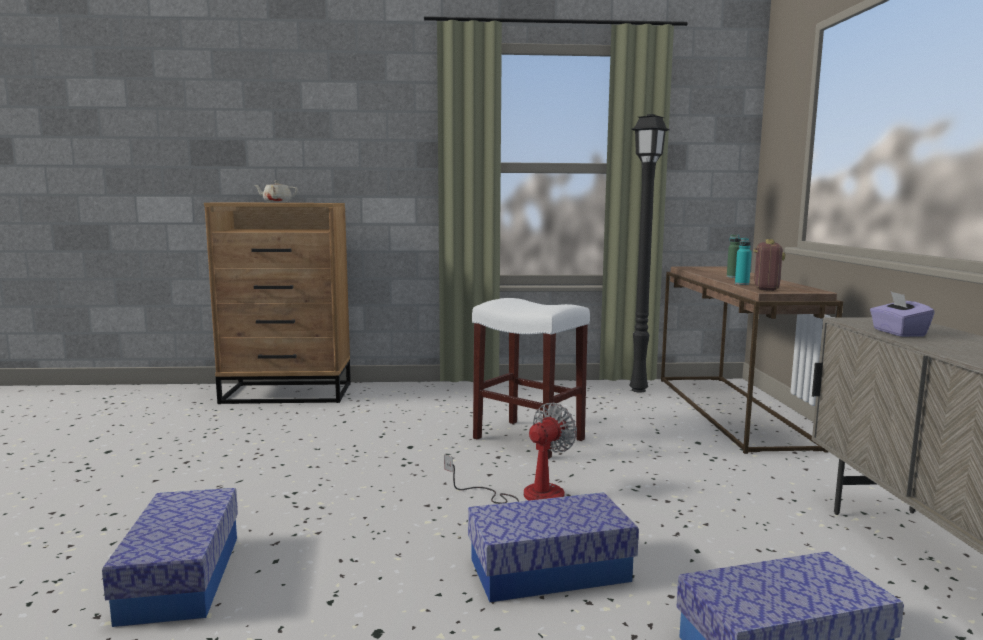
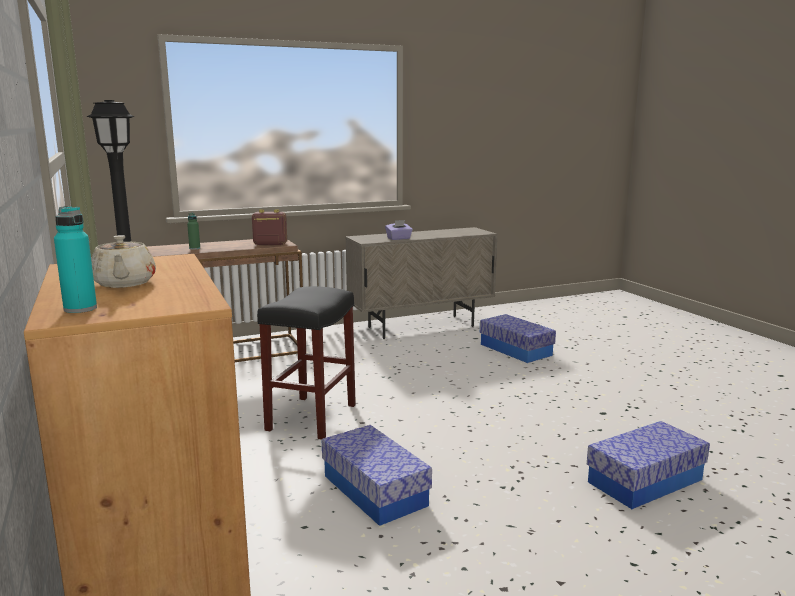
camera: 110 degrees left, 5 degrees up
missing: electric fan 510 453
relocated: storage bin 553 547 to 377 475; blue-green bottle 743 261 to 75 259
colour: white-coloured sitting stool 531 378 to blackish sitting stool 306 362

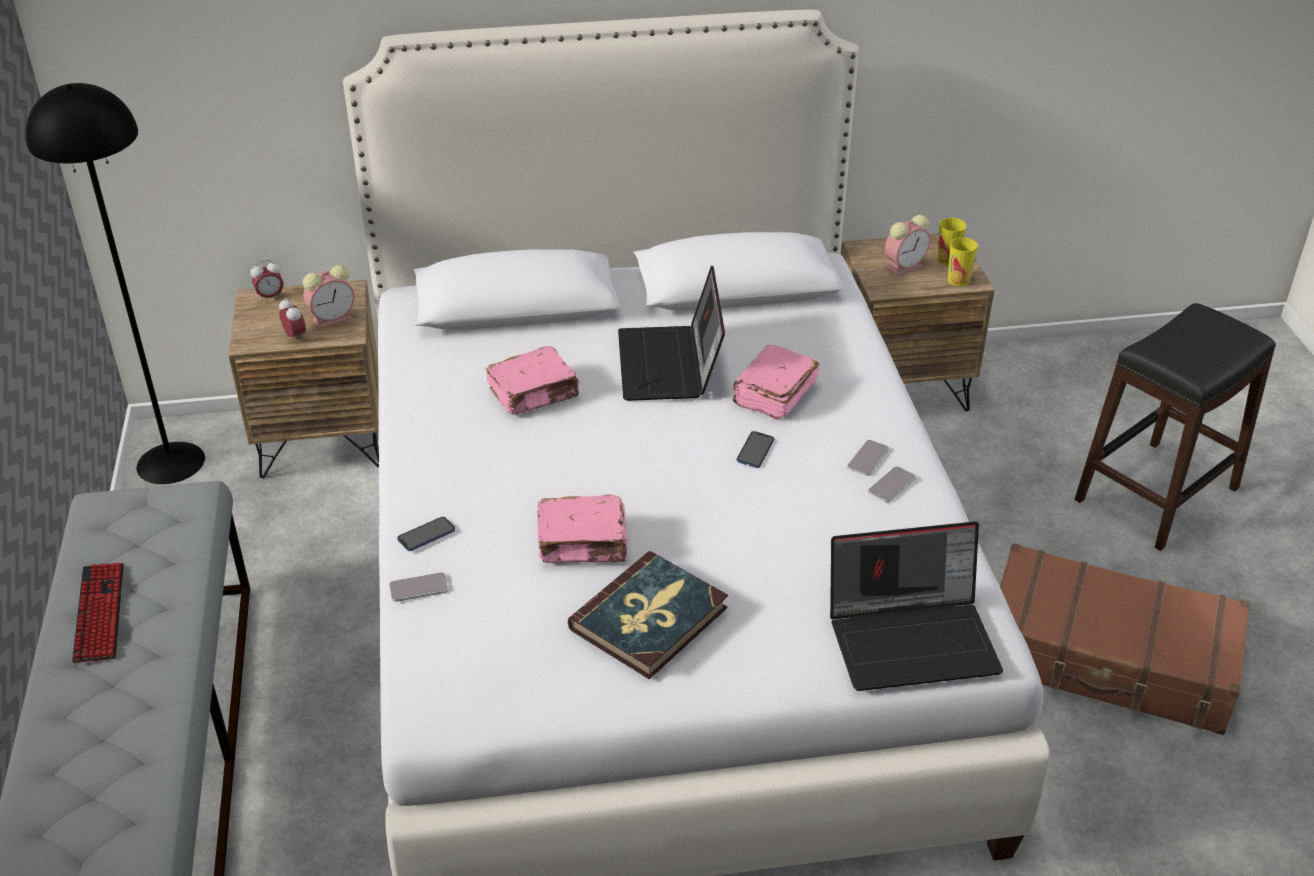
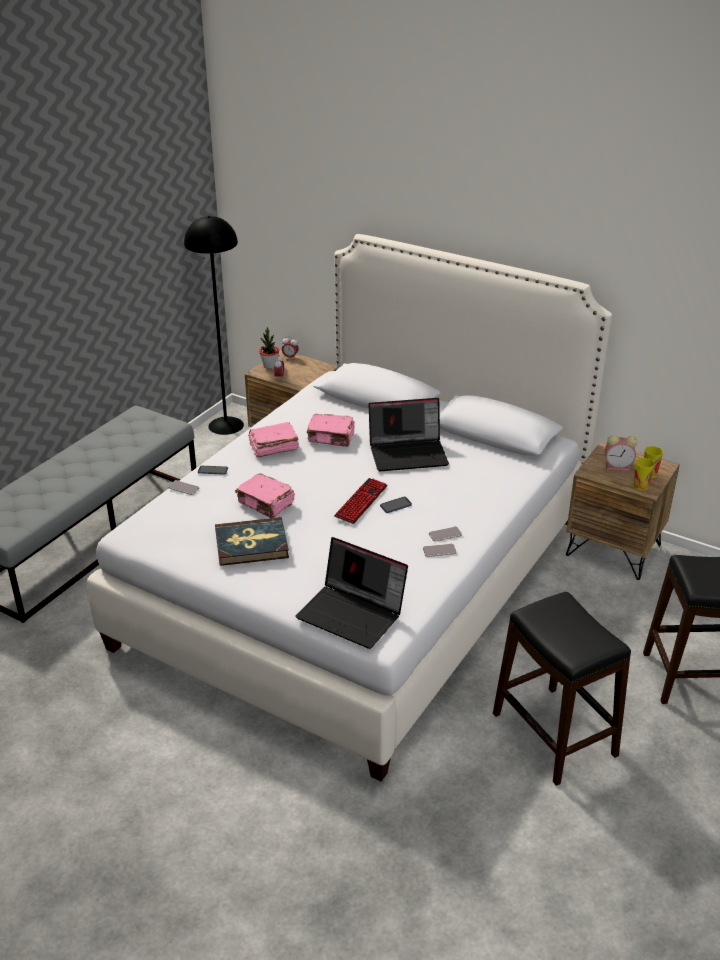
camera: 40 degrees right, 5 degrees down
missing: bedside clock 329 297
appeared: potted plant 269 348
relocated: PC keyboard 98 612 to 361 501; pinkish book 775 382 to 273 440
exchanged: brown travel case 1125 639 to blackish sitting stool 562 689
spun: portable computer 671 333 = 408 434 135 degrees counterclockwise

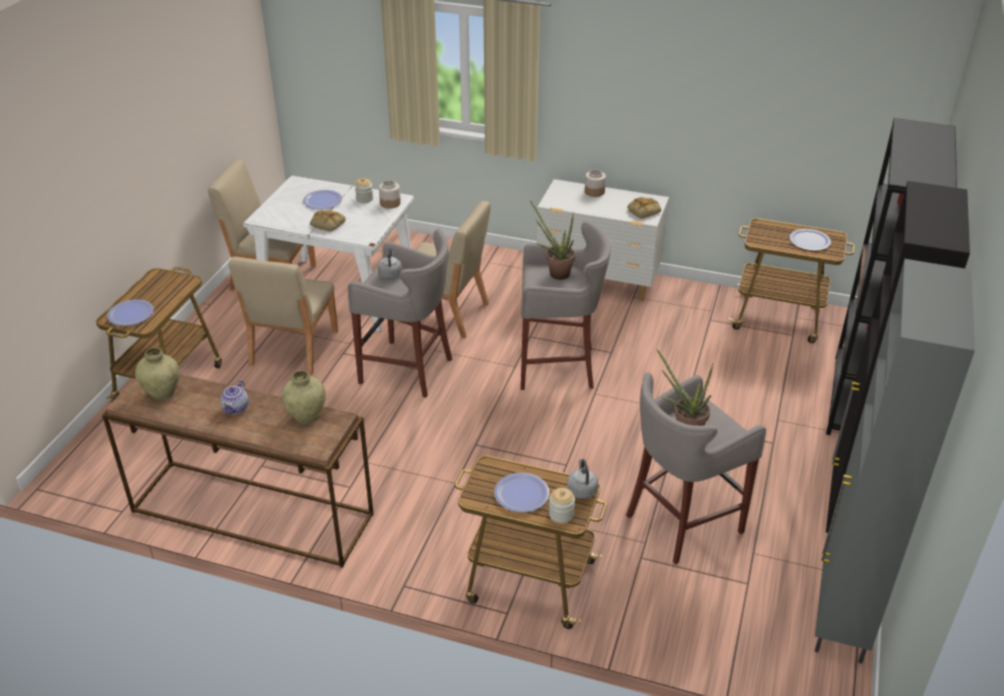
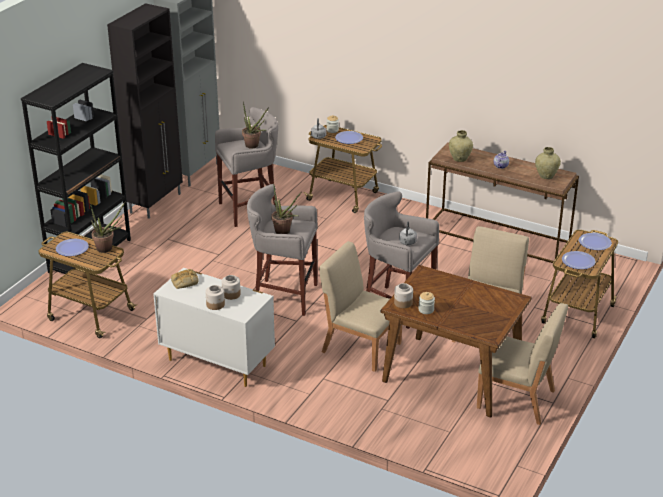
camera: 170 degrees left, 5 degrees down
missing: bread 328 221
appeared: potted plant 108 227; jar 231 287
relocated: dinner plate 322 200 to 579 260
colour: white-coloured dining table 329 253 to brown dining table 456 341

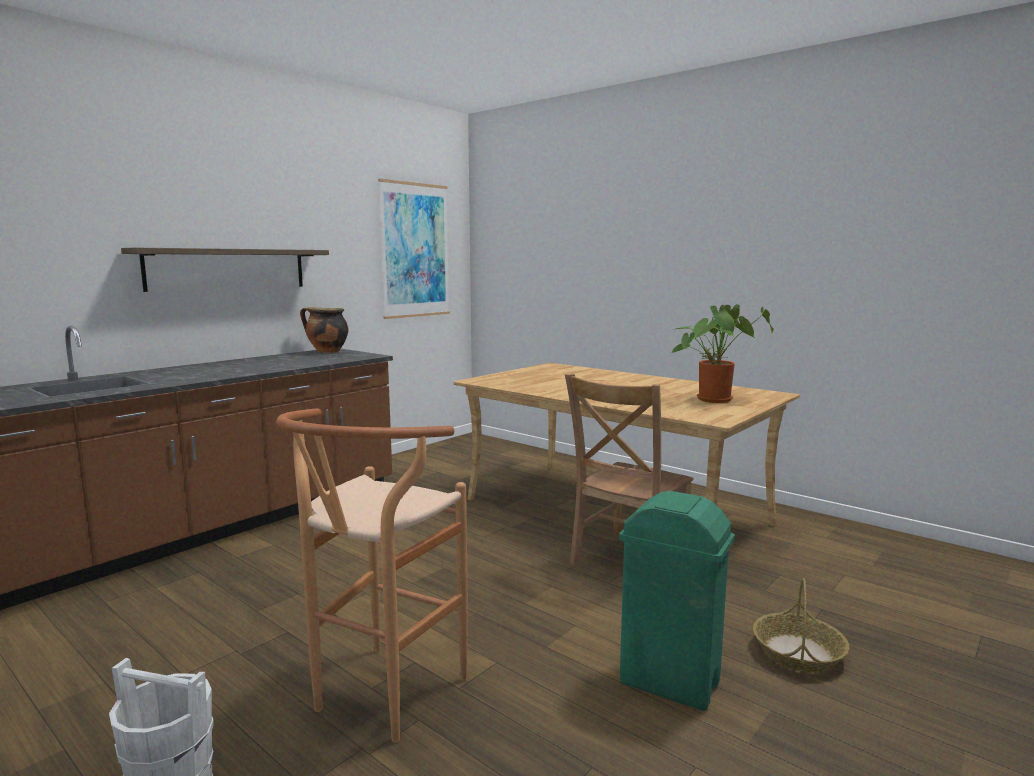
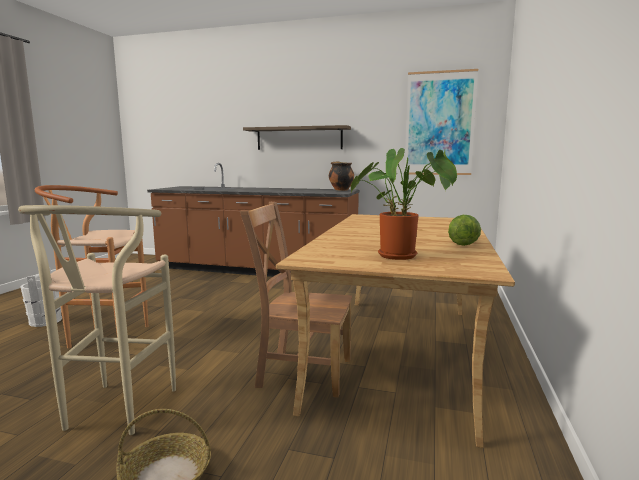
camera: 65 degrees right, 0 degrees up
appeared: lettuce 464 230
exchanged: green-coloured rubbish bin 677 601 to sand-coloured sitting stool 97 320

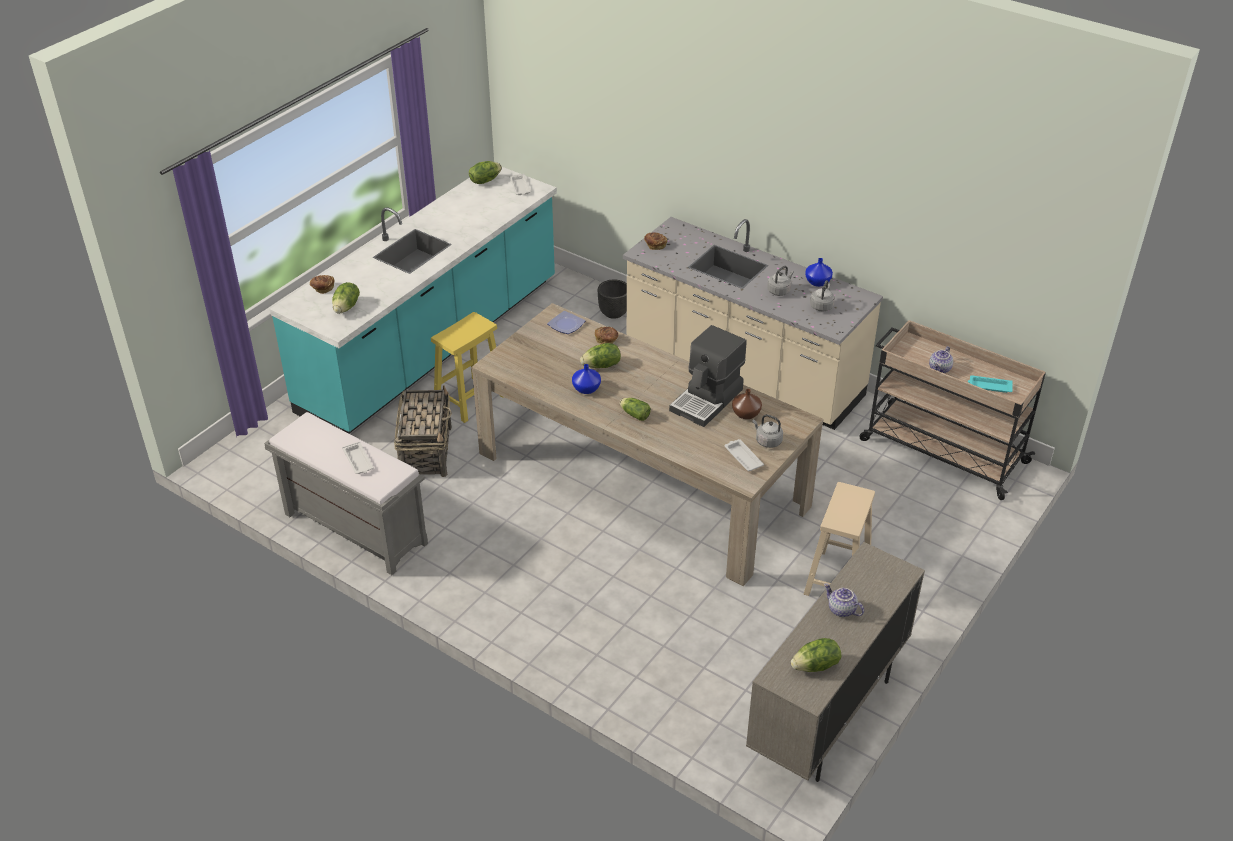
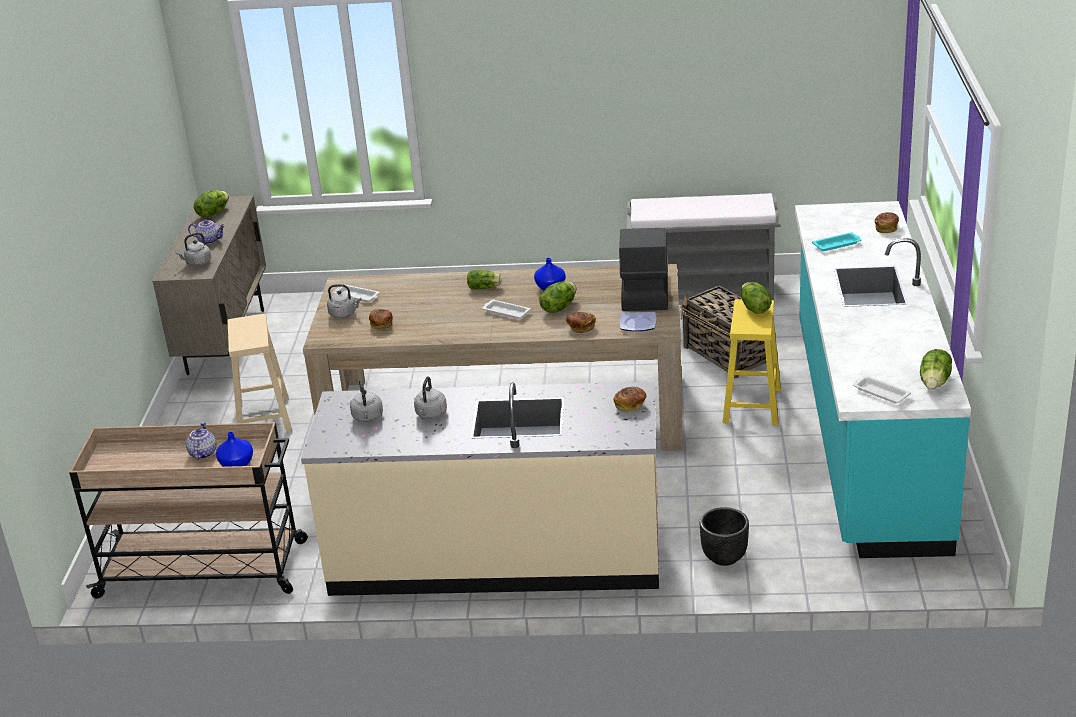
camera: 150 degrees right, 10 degrees down
appeared: greyish water kettle 193 249
relocated: lettuce 346 298 to 756 298; white-coloured serving tray 358 458 to 506 309; coffee machine 708 376 to 643 269; blue-coloured decorative vase 819 272 to 234 449; blue-green serving tray 990 384 to 836 241
exchanged: brown decorative vase 747 404 to bread 381 319

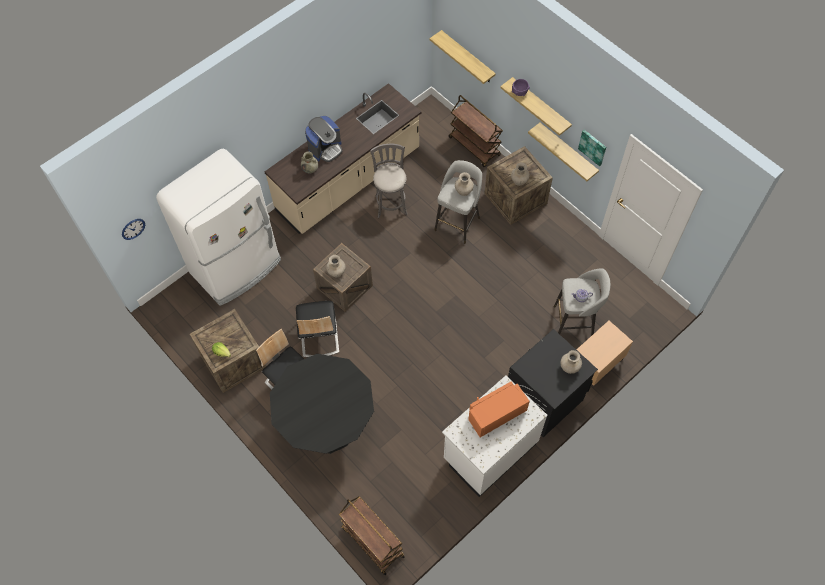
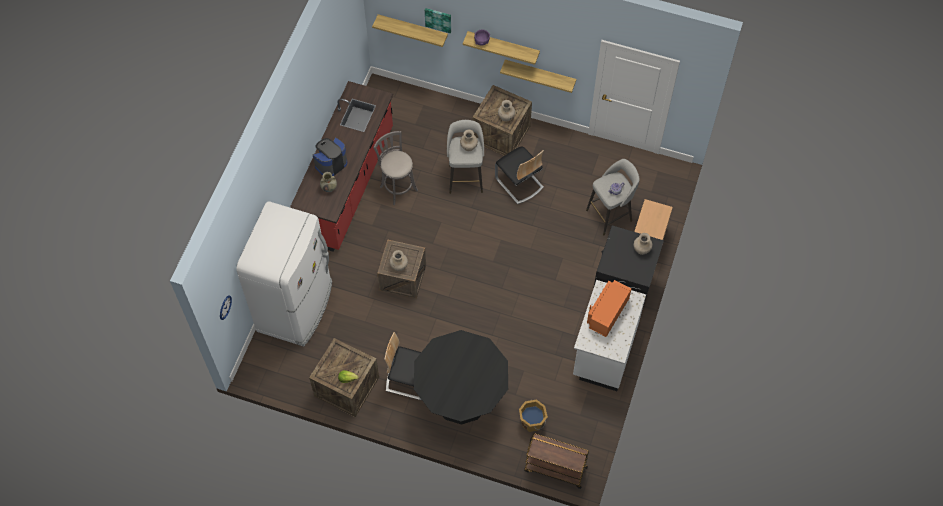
camera: 30 degrees left, 0 degrees up
missing: brown cart 476 131
appeared: orange pail 533 416
relocated: upright chair 317 329 to 519 175; wall art 592 148 to 438 20
colour: sand-coloured kitchen counter 343 158 to red kitchen counter 341 166
spun: coffee machine 323 139 = 330 156 150 degrees counterclockwise

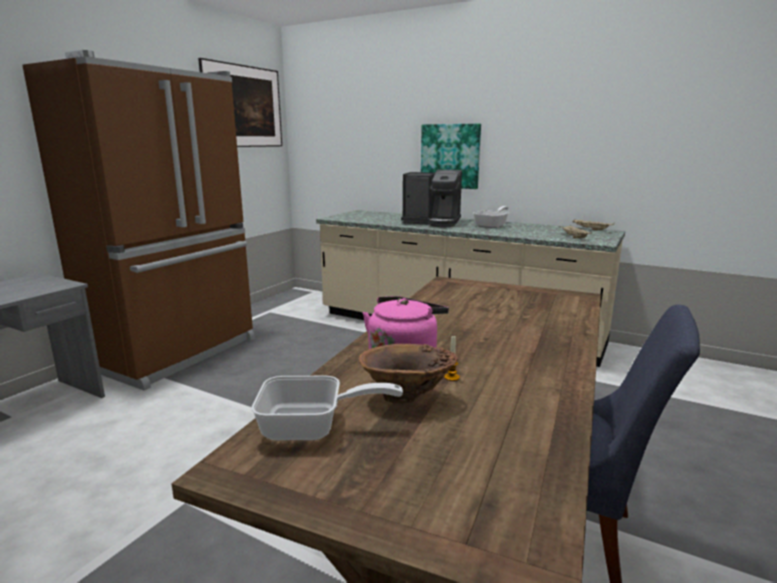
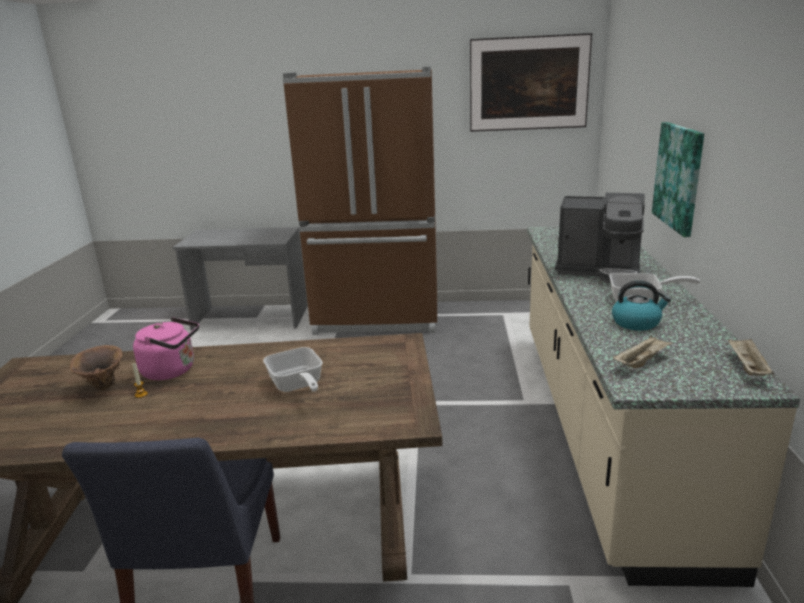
camera: 65 degrees right, 5 degrees up
appeared: water kettle 641 305
relocated: skillet 327 408 to 293 369
spun: coffee machine 431 198 = 600 238 60 degrees counterclockwise

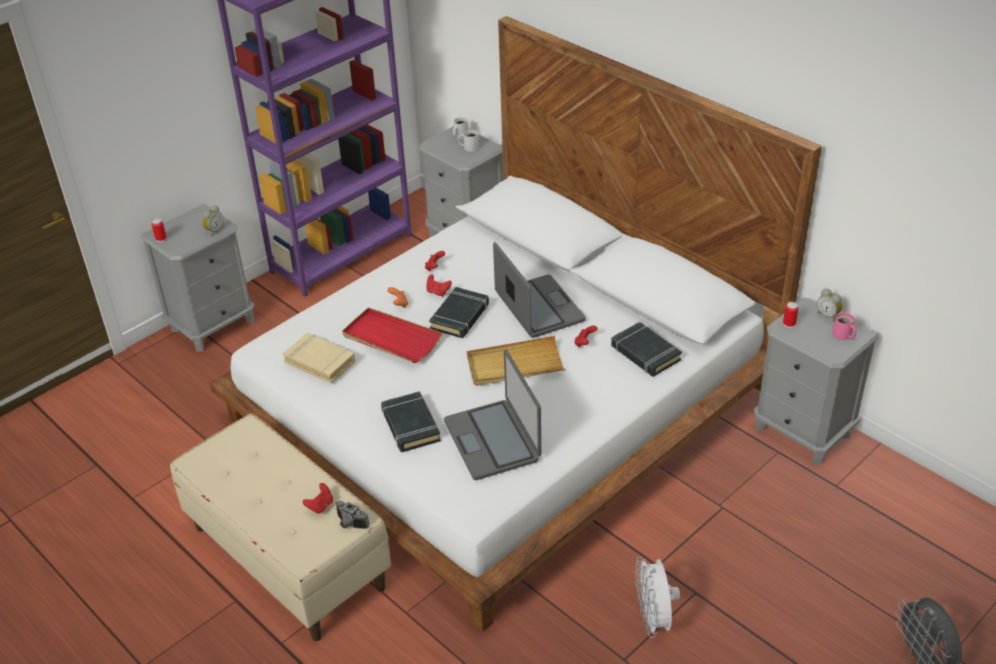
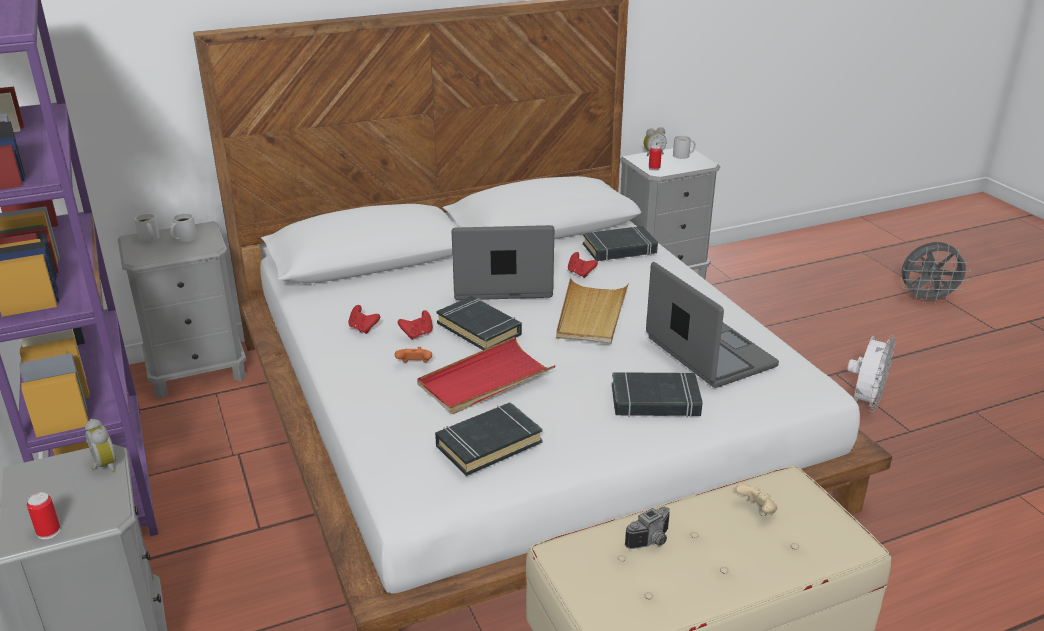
camera: 70 degrees left, 10 degrees down
relocated: photo camera 352 515 to 647 528
colour: sand-coloured book 319 358 to blackish book 489 439; red joypad 318 498 to sand-coloured joypad 756 499; pinkish tea mug 844 326 to white-coloured tea mug 684 147
spun: portable computer 492 414 = 712 325 120 degrees counterclockwise; white-coloured electric fan 657 597 = 871 373 75 degrees counterclockwise

